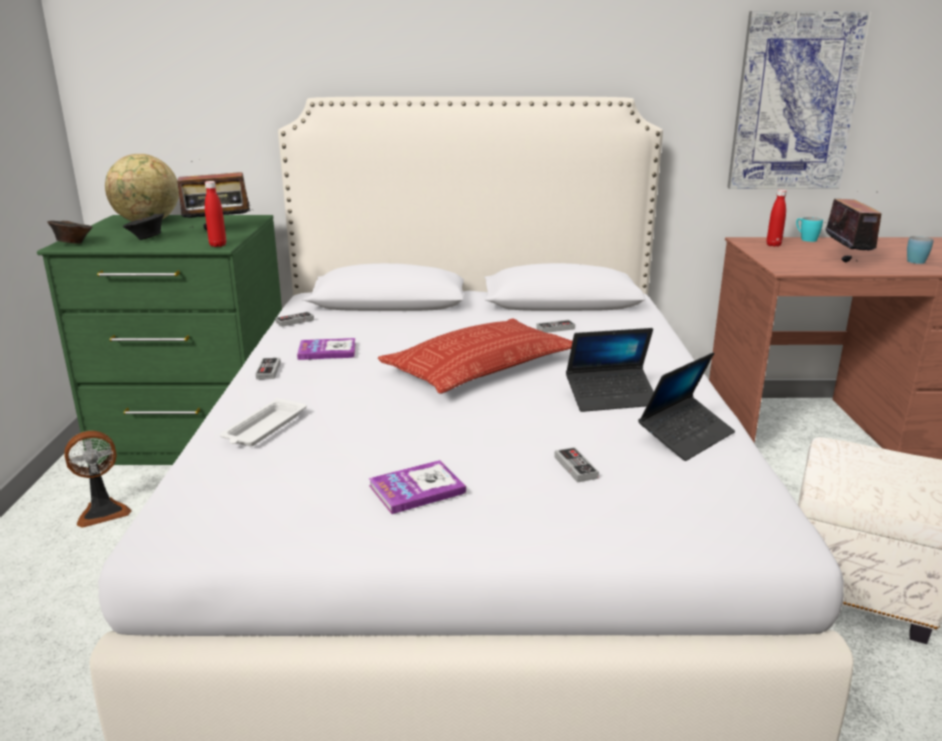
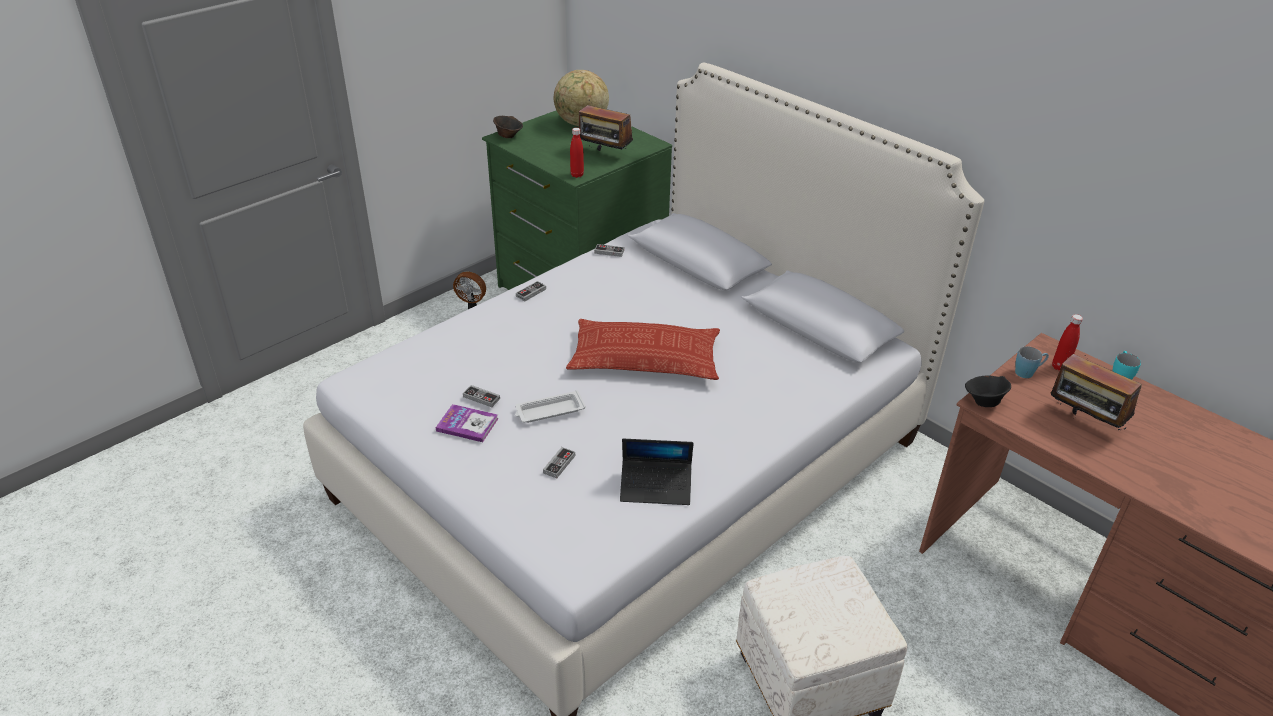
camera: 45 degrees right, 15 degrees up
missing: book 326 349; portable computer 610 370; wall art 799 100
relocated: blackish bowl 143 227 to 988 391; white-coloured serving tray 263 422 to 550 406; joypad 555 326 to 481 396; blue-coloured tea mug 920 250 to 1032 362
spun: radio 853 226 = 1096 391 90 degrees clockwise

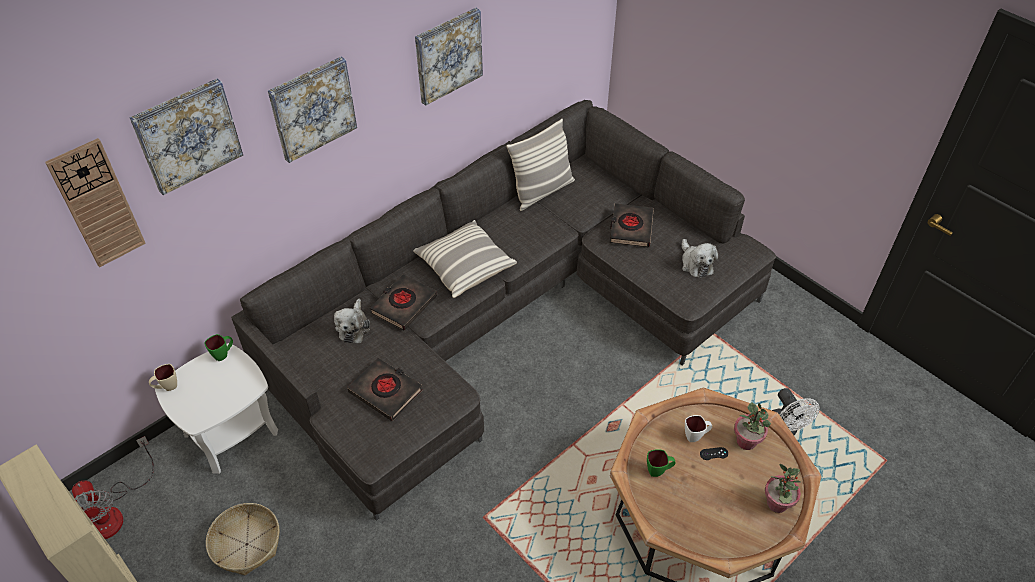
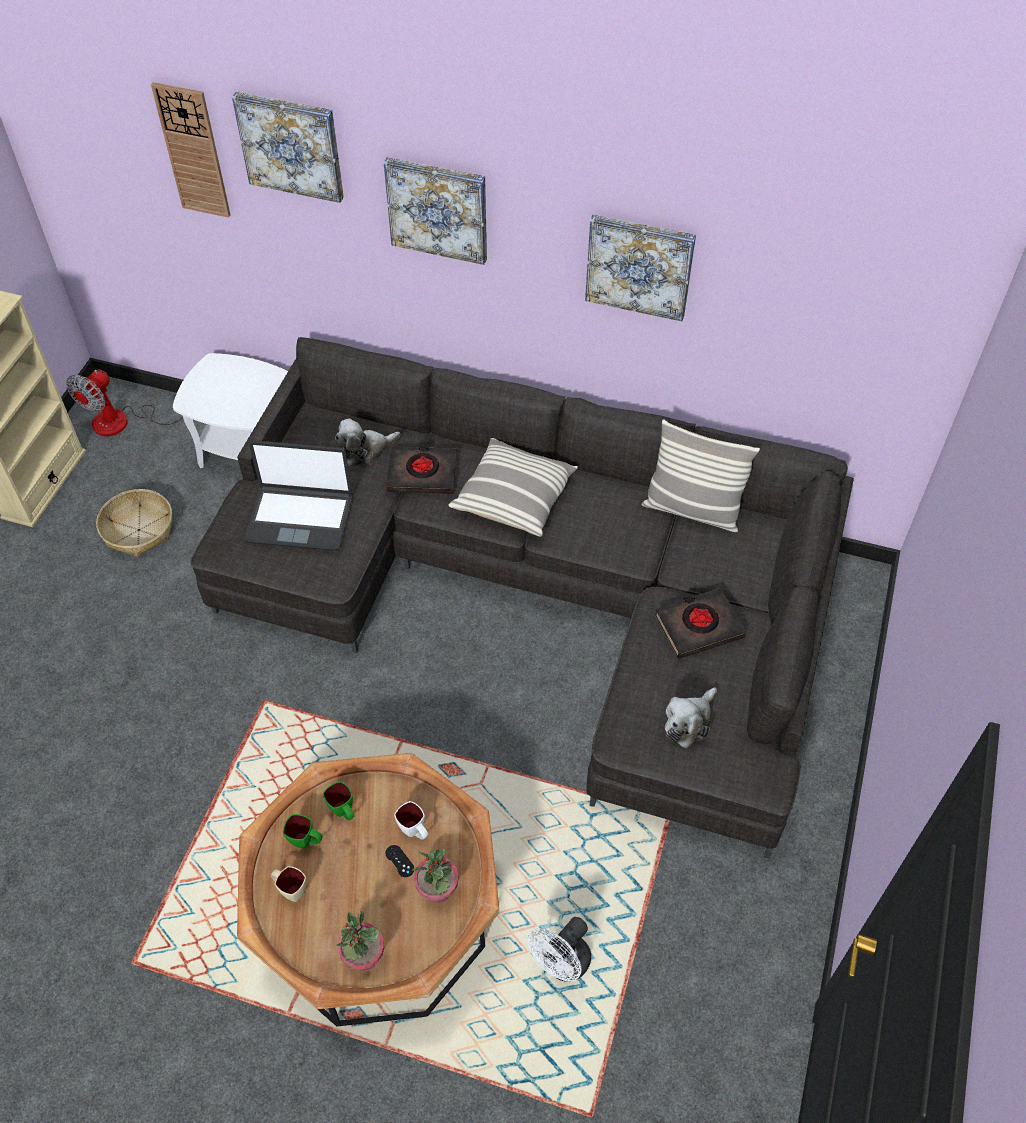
camera: 60 degrees right, 5 degrees up
relocated: sand-coloured tea mug 163 377 to 289 884; green-coloured tea mug 218 347 to 302 831
exchanged: blackish book 384 389 to portable computer 298 495

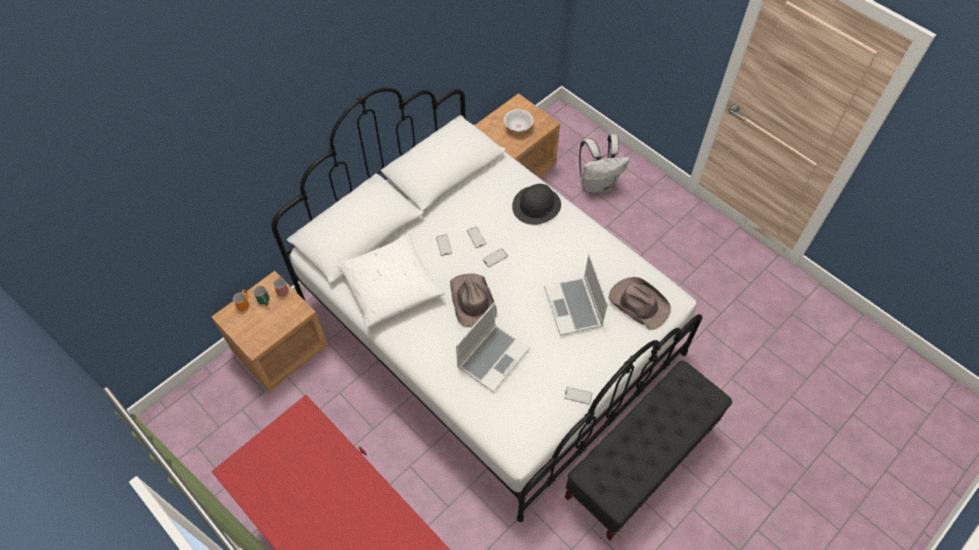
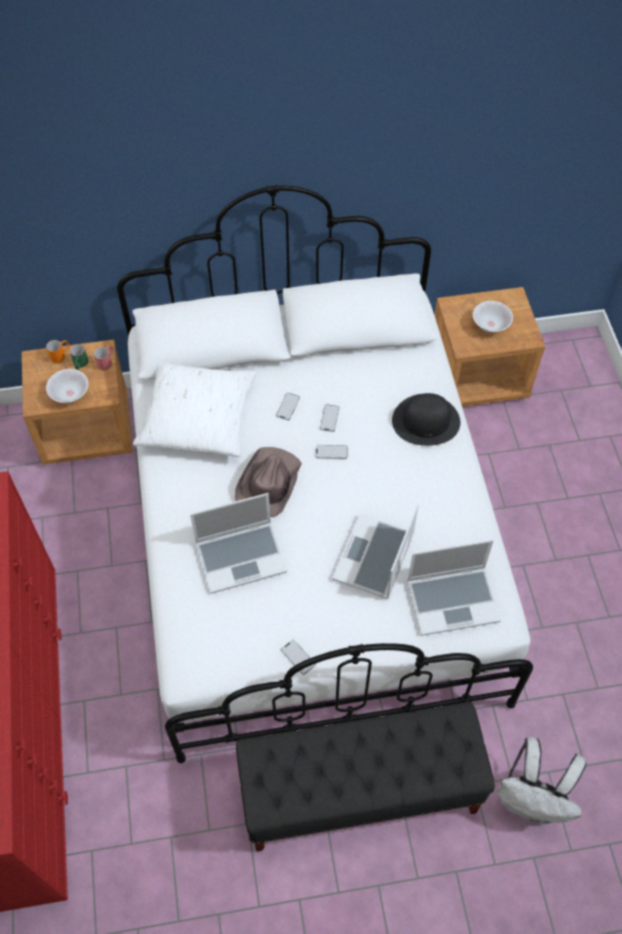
camera: 35 degrees right, 0 degrees up
appeared: white-coloured bowl 67 386
relocated: white-coloured knapsack 604 163 to 542 780
exchanged: brown wearable hat 639 303 to portable computer 454 588

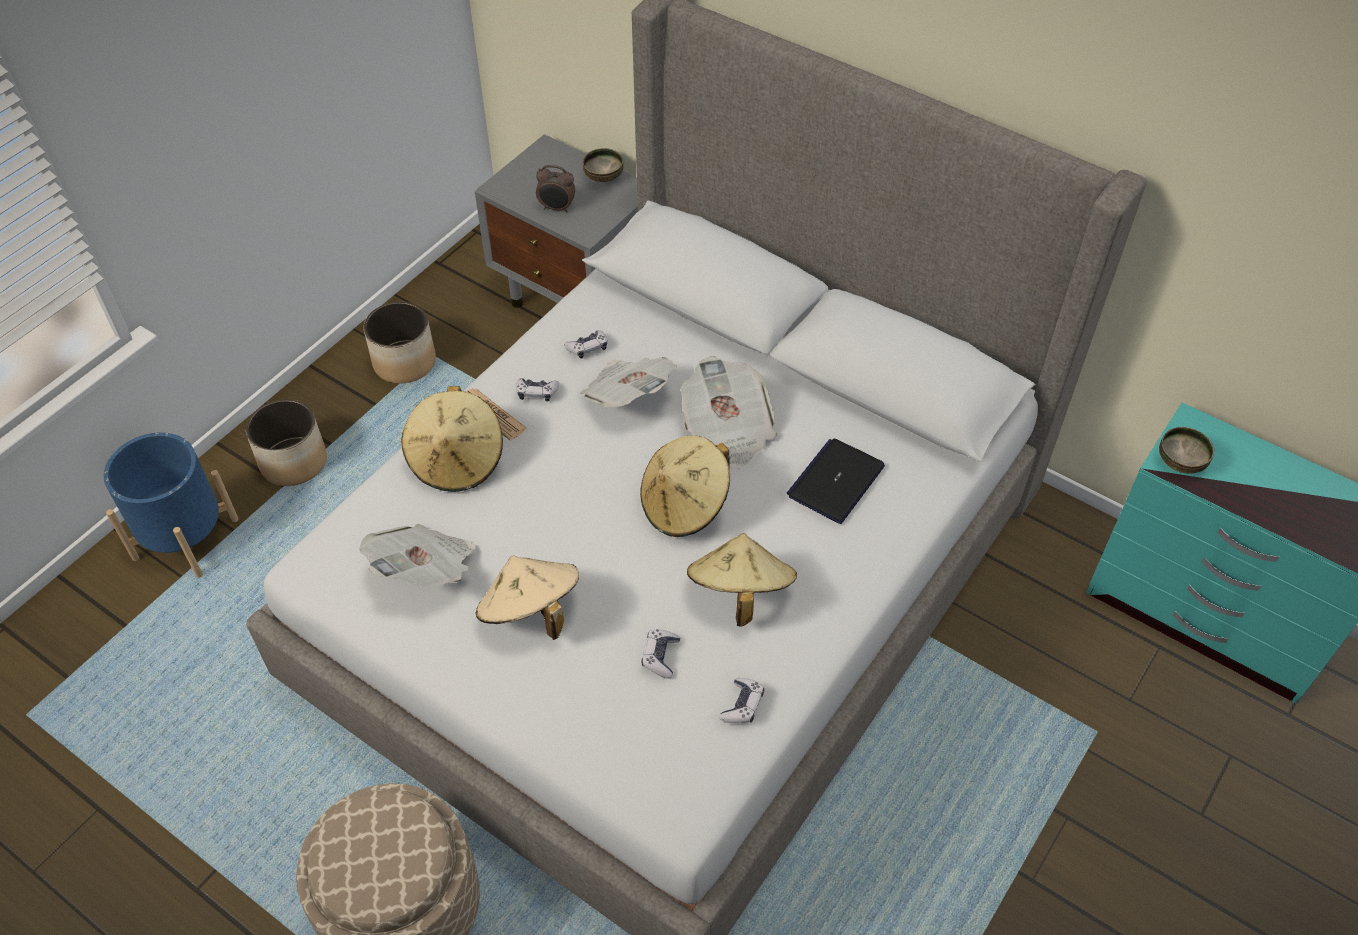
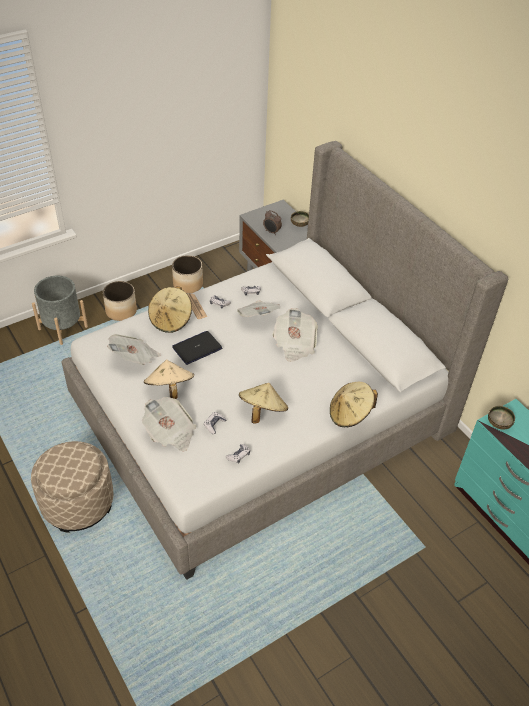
camera: 20 degrees right, 5 degrees down
appeared: newspaper 169 424
relocated: sand-coloured wearable hat 685 486 to 354 404; portable computer 836 481 to 197 348
colour: blue-coloured planter 171 505 to greyish planter 60 310

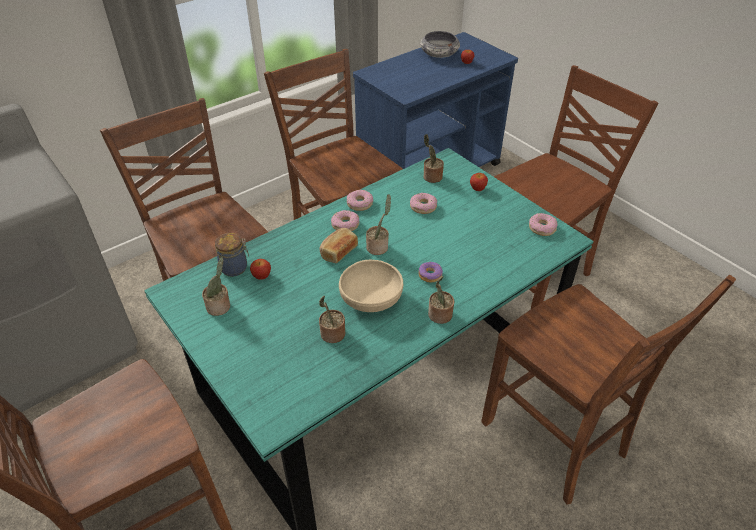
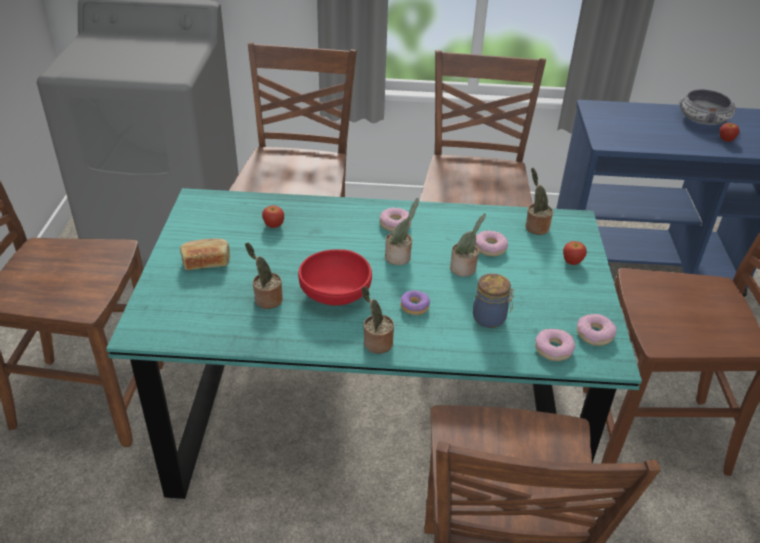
camera: 40 degrees right, 5 degrees down
relocated: potted plant 216 286 to 468 245; jar 232 255 to 494 300; bread 338 245 to 205 254; donut 360 200 to 555 345
colour: sand-coloured bowl 371 286 to red bowl 335 277

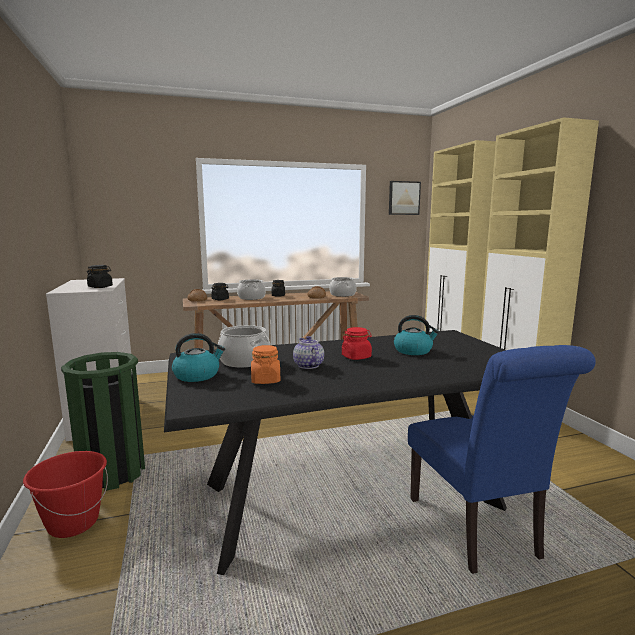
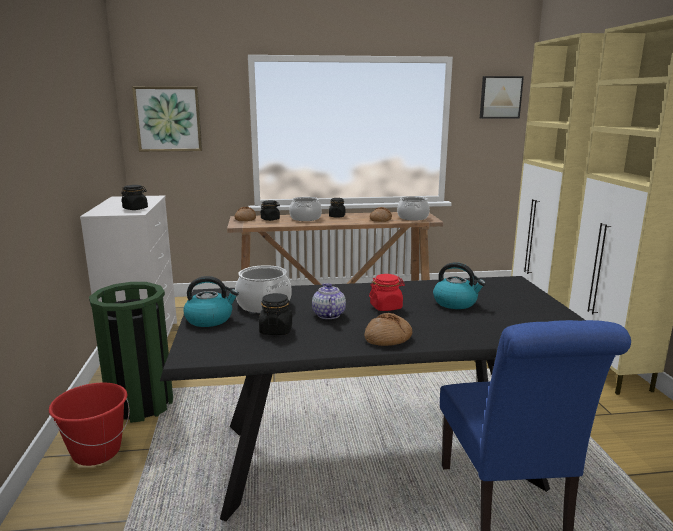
camera: 10 degrees right, 5 degrees up
appeared: wall art 167 119; bread 388 329
colour: orange jar 265 364 to blackish jar 275 314

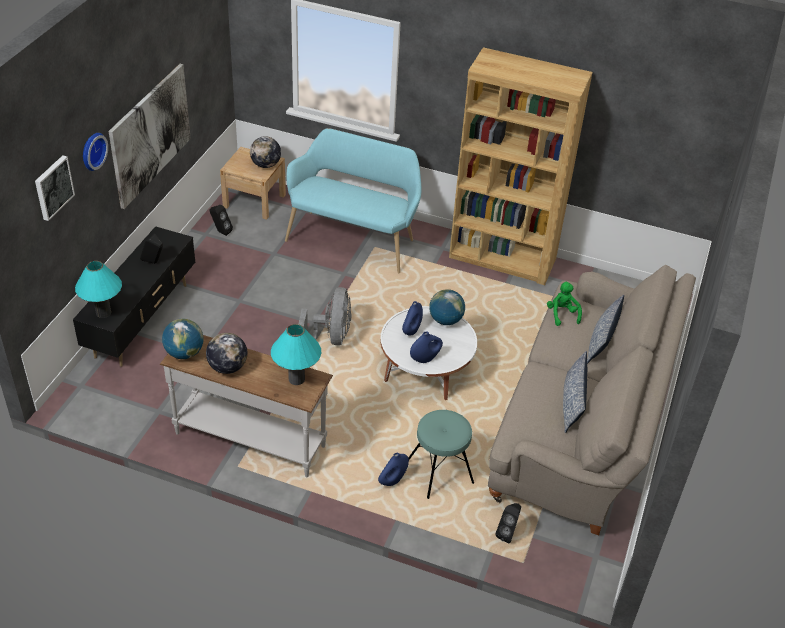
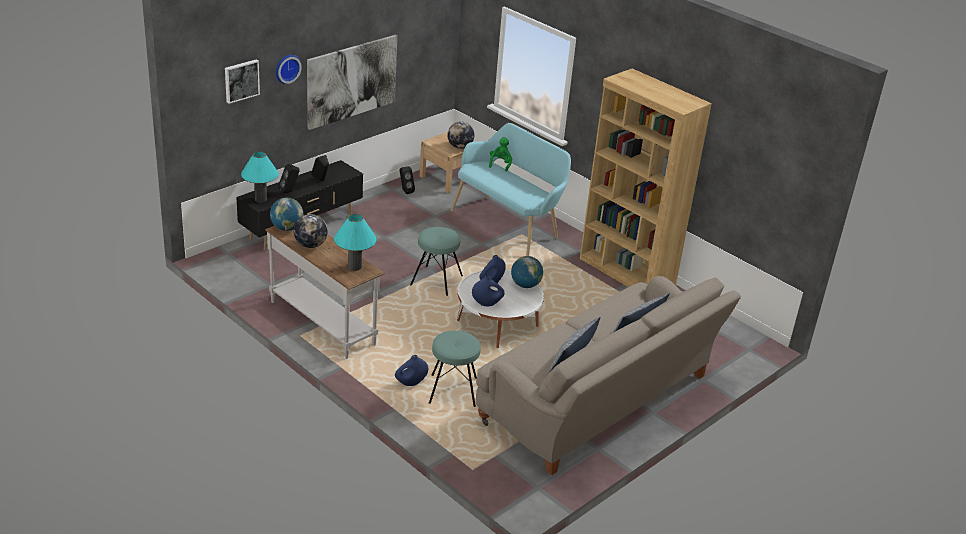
camera: 25 degrees right, 10 degrees down
relocated: blackish loudspeaker 508 523 to 289 179; green-coloured soft toy 564 304 to 500 154
exchanged: greyish electric fan 325 316 to blue-green sitting stool 436 261

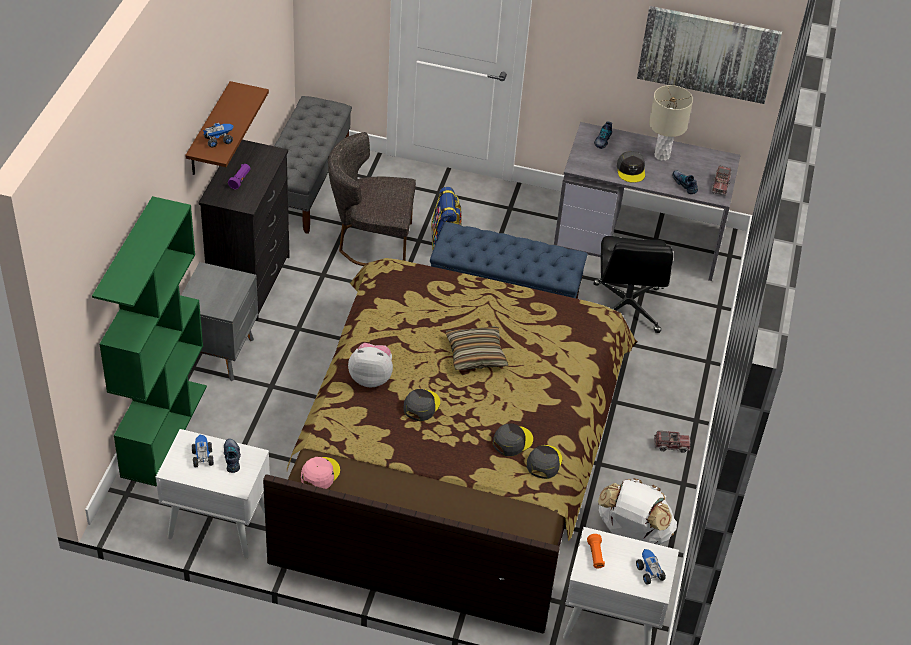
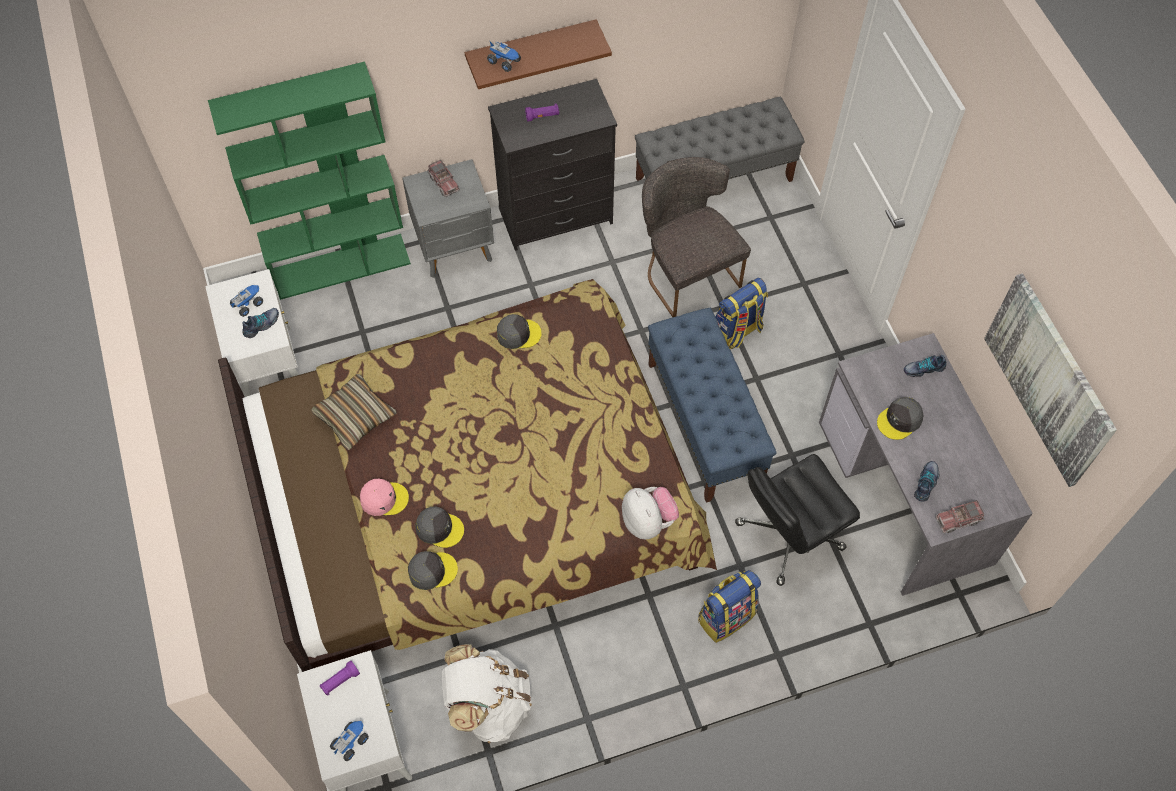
camera: 60 degrees right, 15 degrees up
missing: sand-coloured table lamp 671 123
appeared: knapsack 729 606
relocated: pinkish peaked cap 320 473 to 384 497; soft toy 370 365 to 650 513; greyish peaked cap 421 405 to 519 331; cushion 477 348 to 354 412; toy truck 672 442 to 443 178
colour: orange flashlight 596 551 to purplish flashlight 339 678

